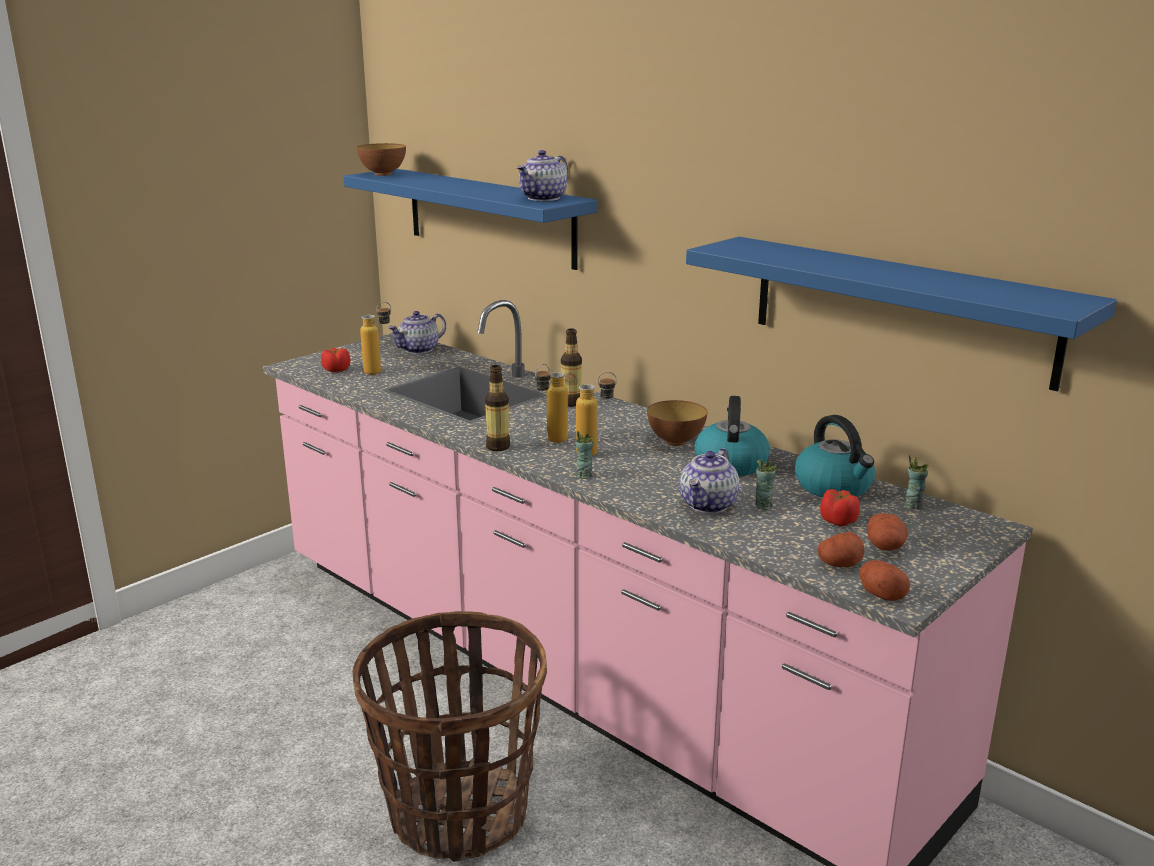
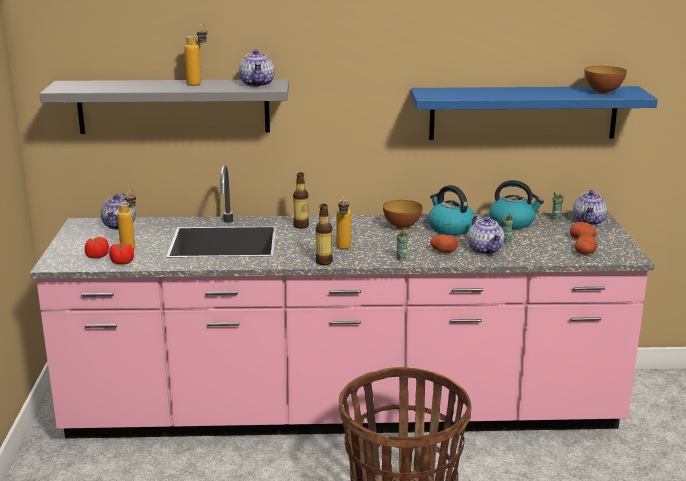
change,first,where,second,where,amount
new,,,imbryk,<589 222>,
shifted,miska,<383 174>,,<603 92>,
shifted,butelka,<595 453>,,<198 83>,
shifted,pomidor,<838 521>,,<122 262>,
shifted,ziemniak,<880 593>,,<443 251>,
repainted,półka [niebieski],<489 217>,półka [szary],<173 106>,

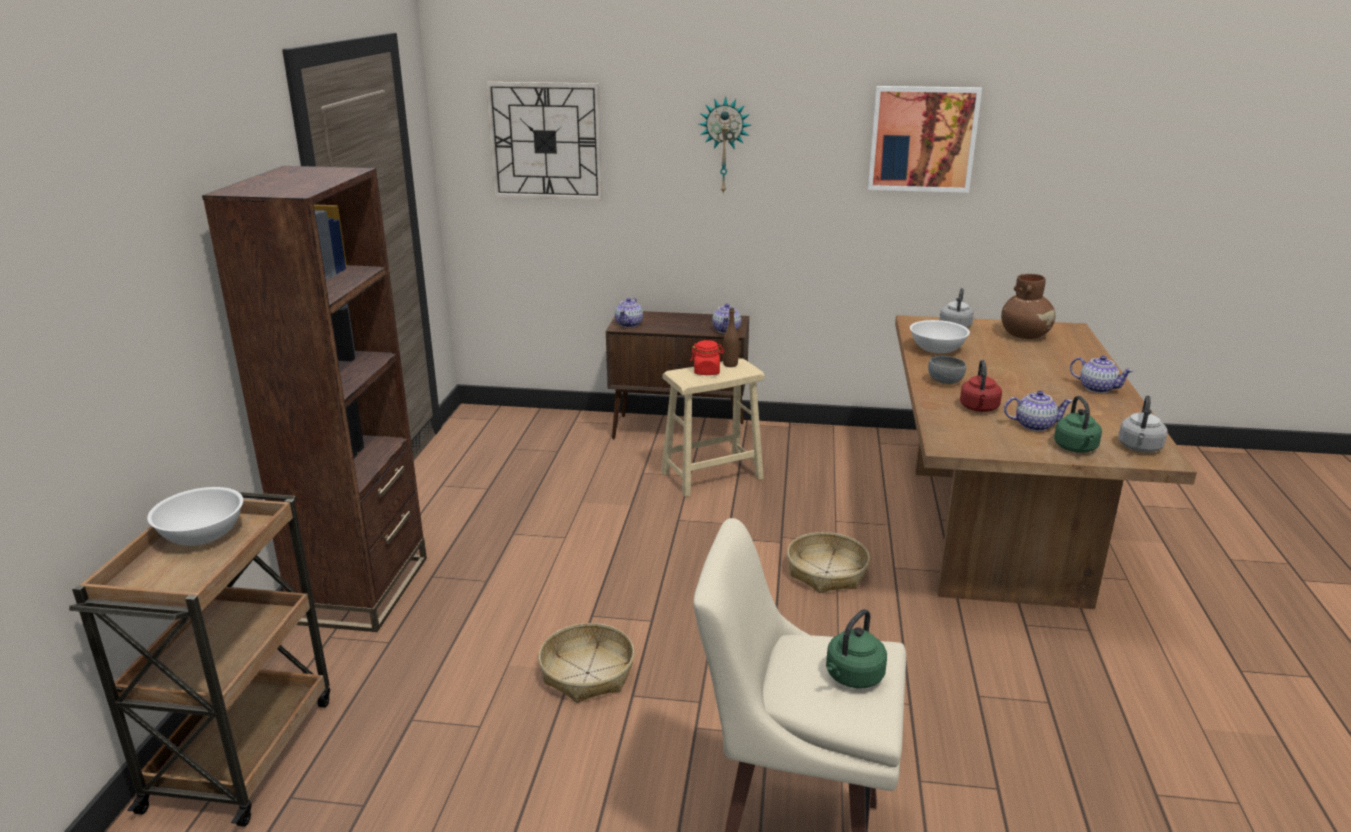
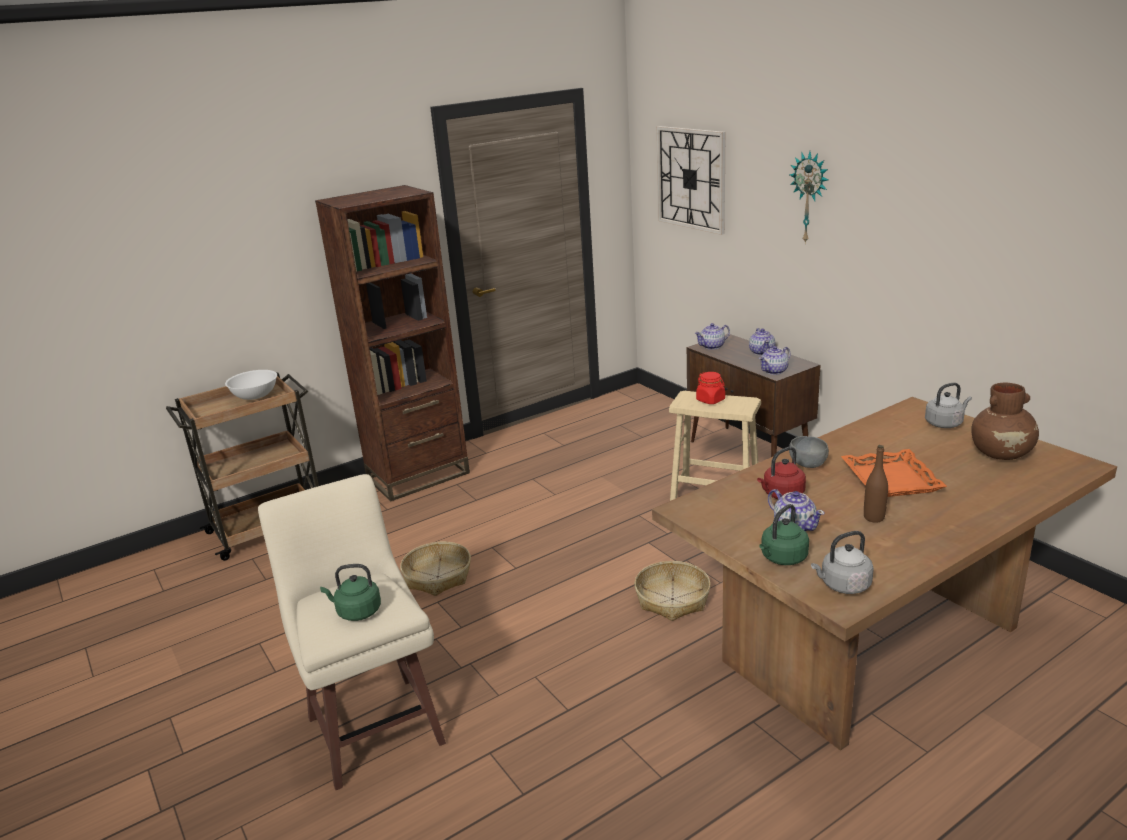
change,first,where,second,where,amount
gone,obraz,<922 139>,,,
gone,miska [biały],<937 349>,,,
new,,,taca [pomarańczowy],<890 480>,
shifted,butelka [brązowy],<730 364>,,<873 517>,
shifted,imbryk,<1097 388>,,<762 352>,

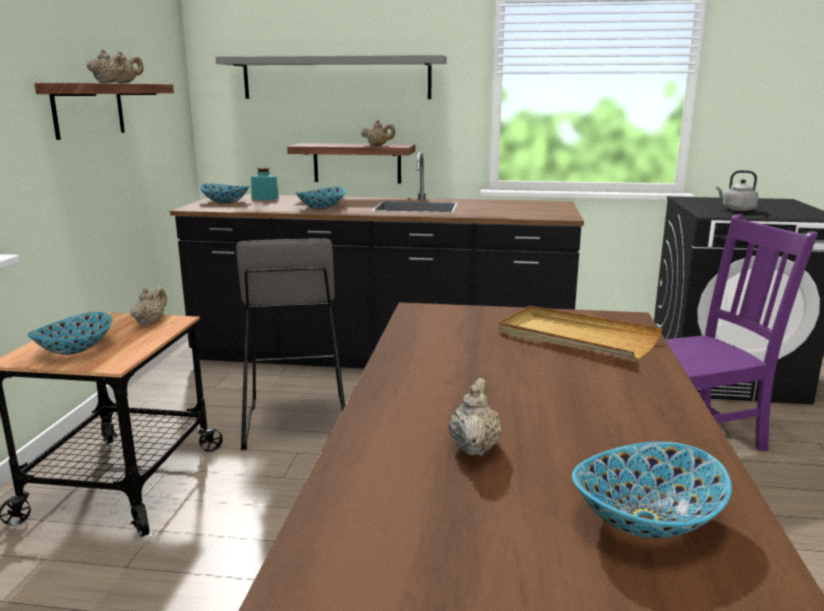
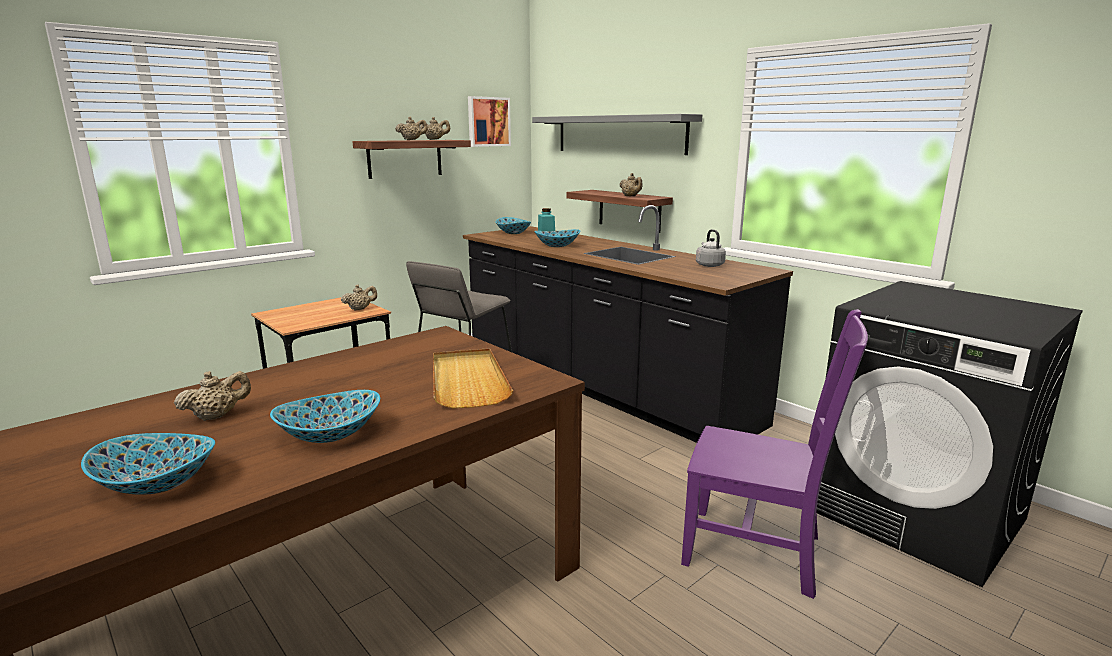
change,first,where,second,where,amount
new,,,obraz,<488 121>,
shifted,miska,<75 349>,,<331 435>,
shifted,czajnik [szary],<736 209>,,<709 265>,

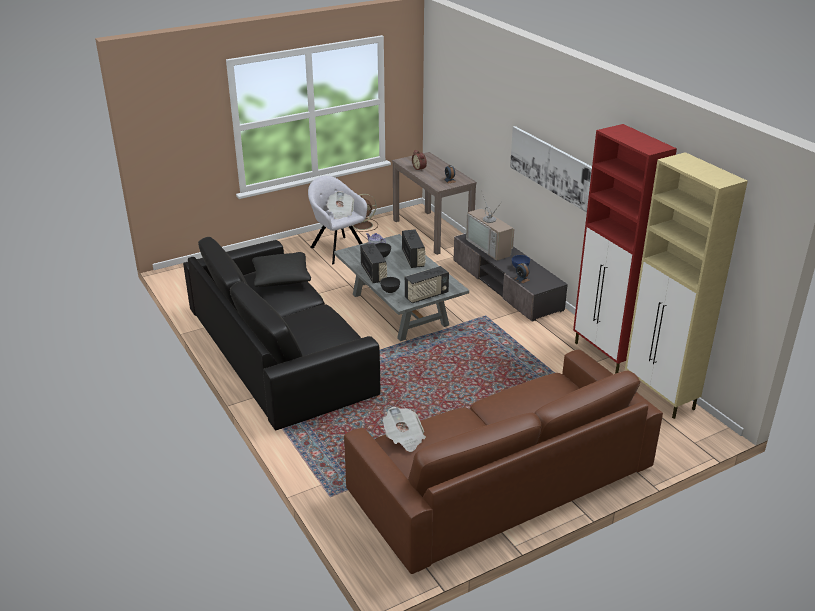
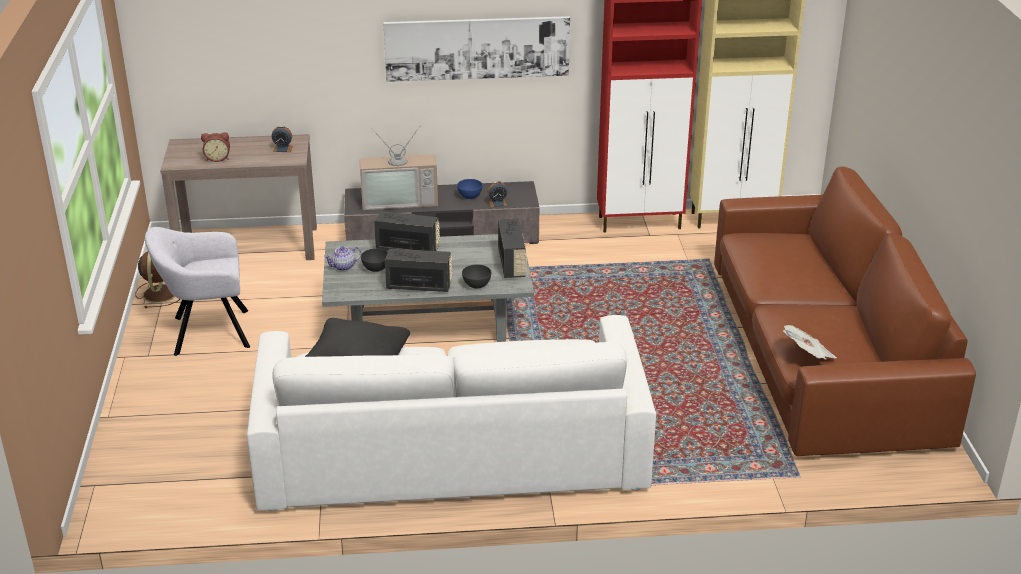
change,first,where,second,where,amount
gone,gazeta,<340 212>,,,
repainted,kanapa [czarny],<280 351>,kanapa [biały],<451 448>,

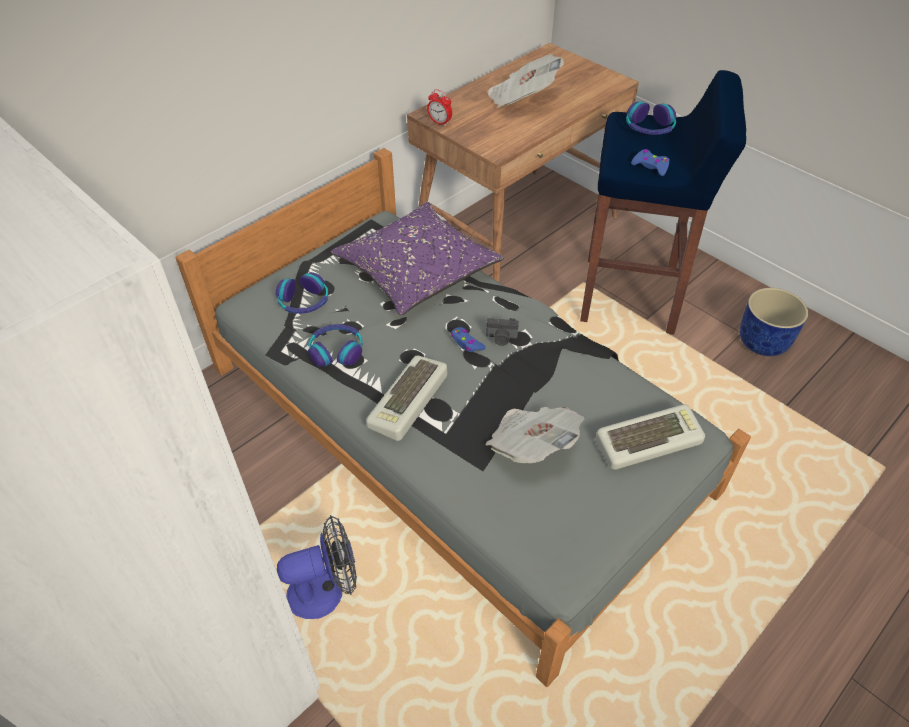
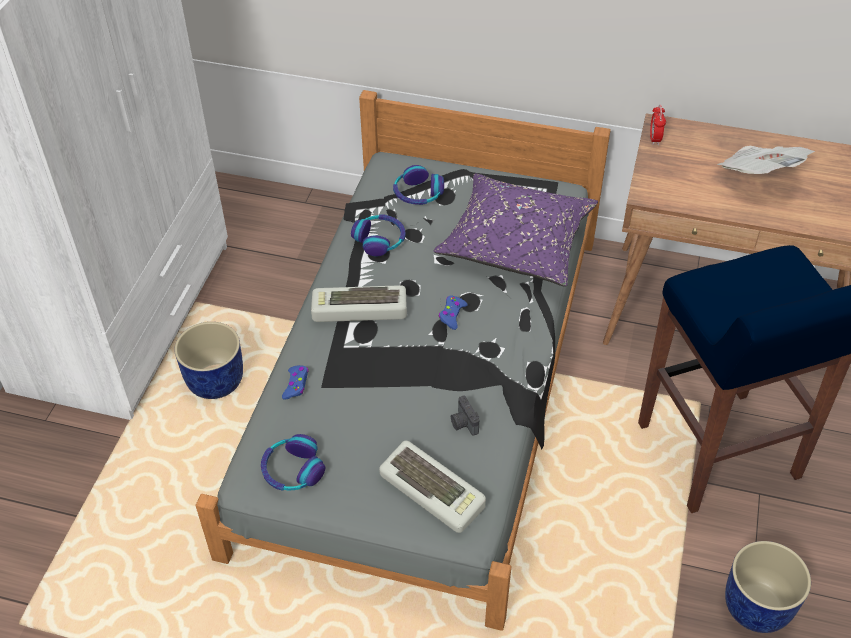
change,first,where,second,where,amount
gone,gazeta,<531 445>,,,
shifted,aparat fotograficzny,<501 338>,,<463 423>,
shifted,słuchawki,<649 128>,,<292 470>,
shifted,pad do gier [niebieski],<650 166>,,<296 385>,
swapped,wentylator,<326 590>,donica [niebieski],<215 380>,

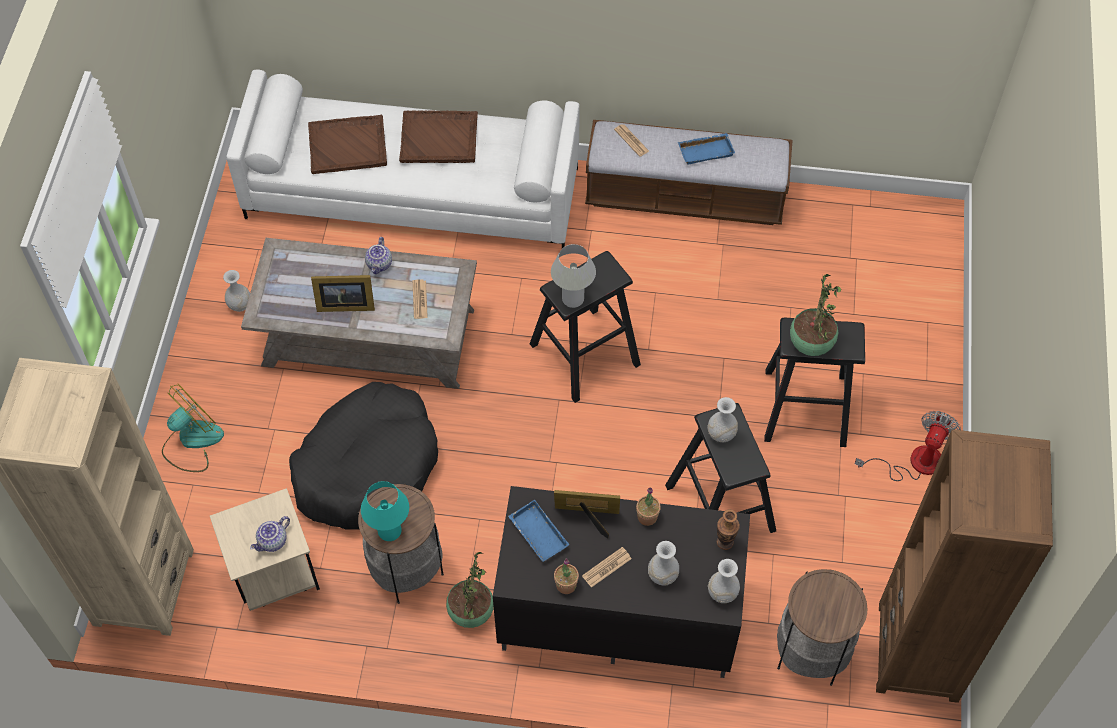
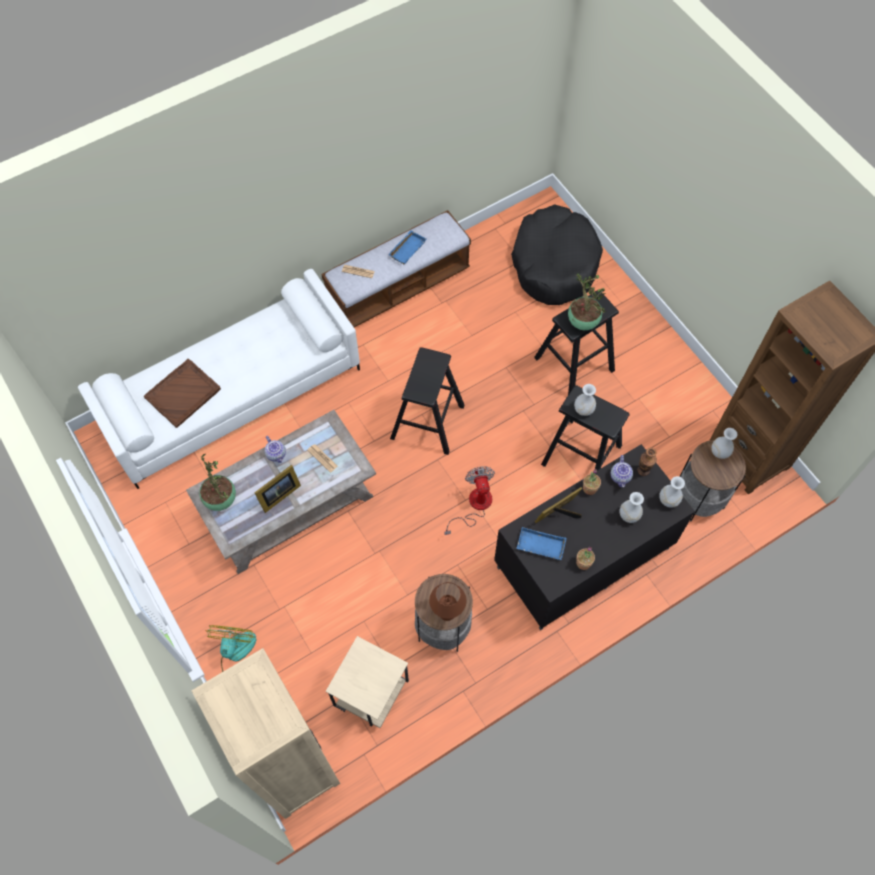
change,first,where,second,where,amount
gone,taca [brązowy],<439 138>,,,
gone,lampa stołowa [biały],<573 299>,,,
gone,gazeta,<606 567>,,,
shifted,wazon [biały],<240 304>,,<720 452>,
shifted,imbryk,<273 542>,,<621 477>,
shifted,legowisko [czarny],<367 466>,,<554 263>,
shifted,roślina doniczkowa,<471 611>,,<220 499>,
shifted,wentylator,<914 462>,,<474 506>,
repainted,lampa stołowa [turkusowy],<389 531>,lampa stołowa [brązowy],<447 612>,

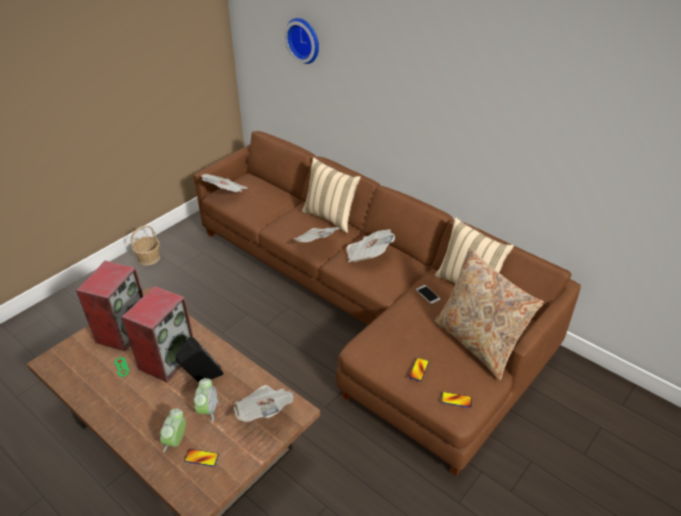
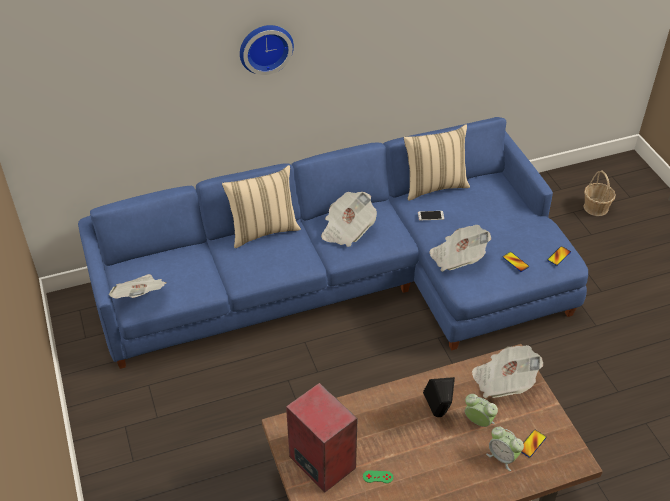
change,first,where,second,where,amount
gone,głośnik,<167 358>,,,
gone,poduszka [beżowy],<478 343>,,,
shifted,koszyk,<149 258>,,<596 207>,
shifted,zegar ścienny,<304 40>,,<265 47>,
shifted,gazeta,<316 243>,,<457 258>,
repainted,kanapa [brązowy],<370 306>,kanapa [niebieski],<351 280>,

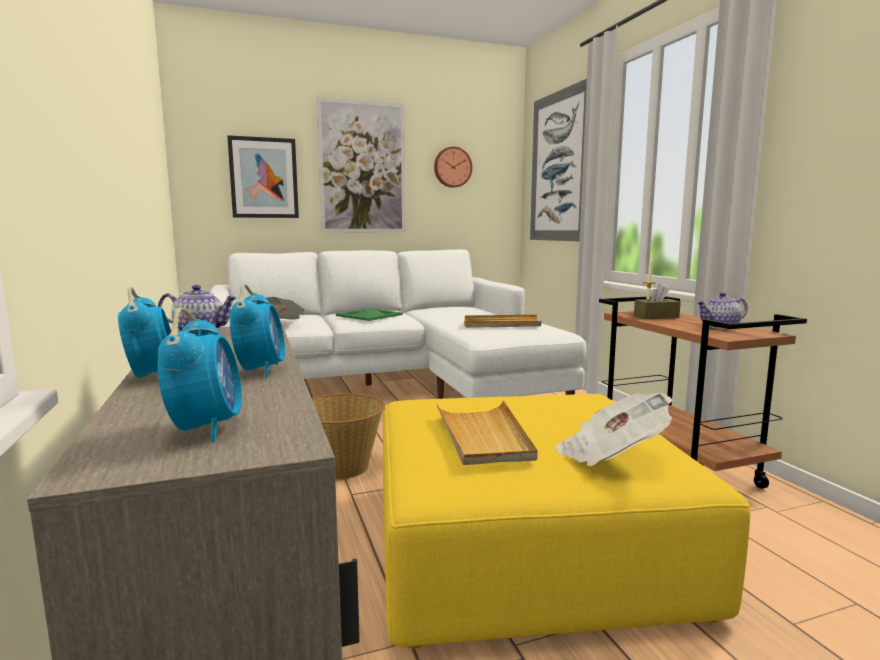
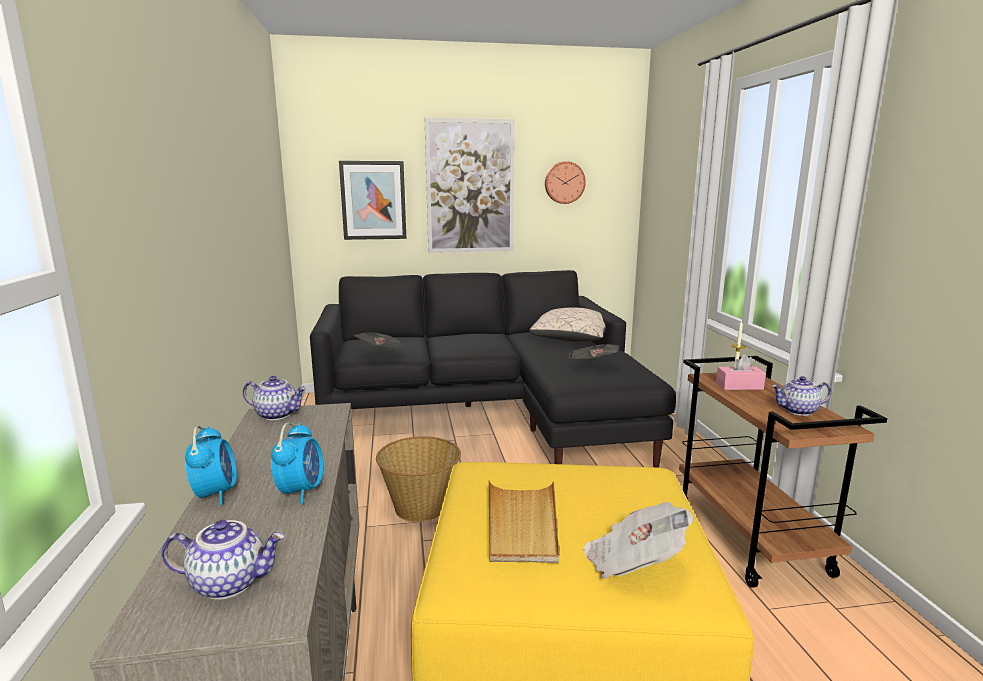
change,first,where,second,where,amount
gone,taca [zielony],<369 315>,,,
gone,obraz,<559 167>,,,
new,,,poduszka [beżowy],<574 339>,
swapped,budzik,<207 428>,imbryk,<230 582>,
swapped,taca [beżowy],<501 324>,gazeta,<592 366>,
repainted,kanapa [biały],<394 390>,kanapa [czarny],<491 414>,
repainted,pudełko chusteczek [brązowy],<656 317>,pudełko chusteczek [różowy],<739 386>,

